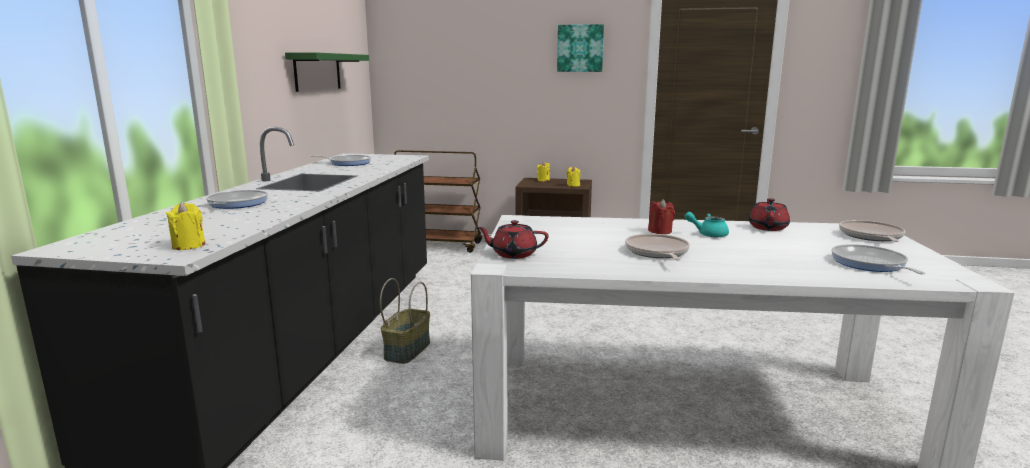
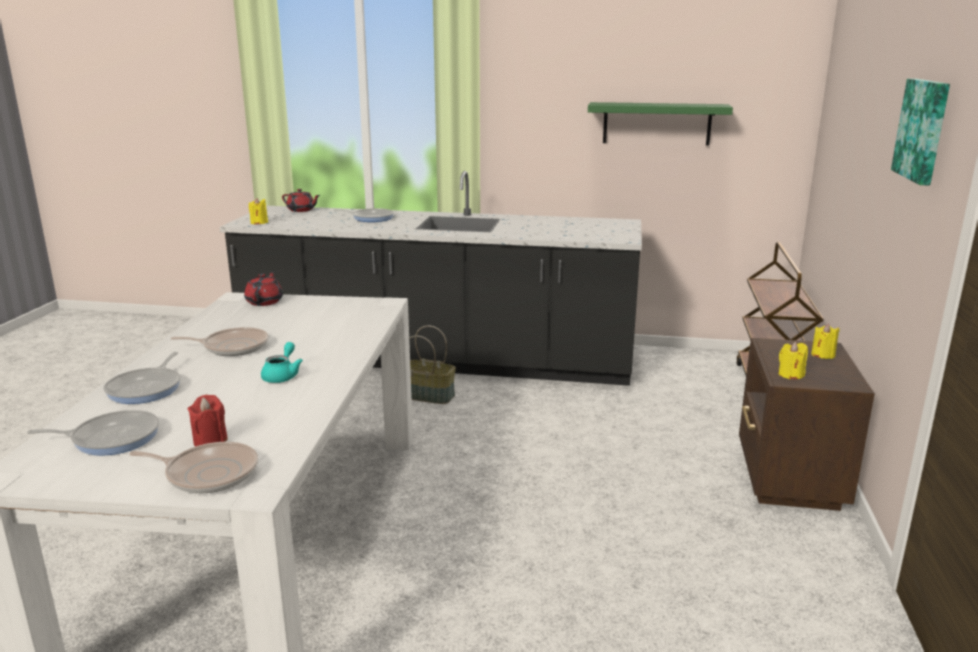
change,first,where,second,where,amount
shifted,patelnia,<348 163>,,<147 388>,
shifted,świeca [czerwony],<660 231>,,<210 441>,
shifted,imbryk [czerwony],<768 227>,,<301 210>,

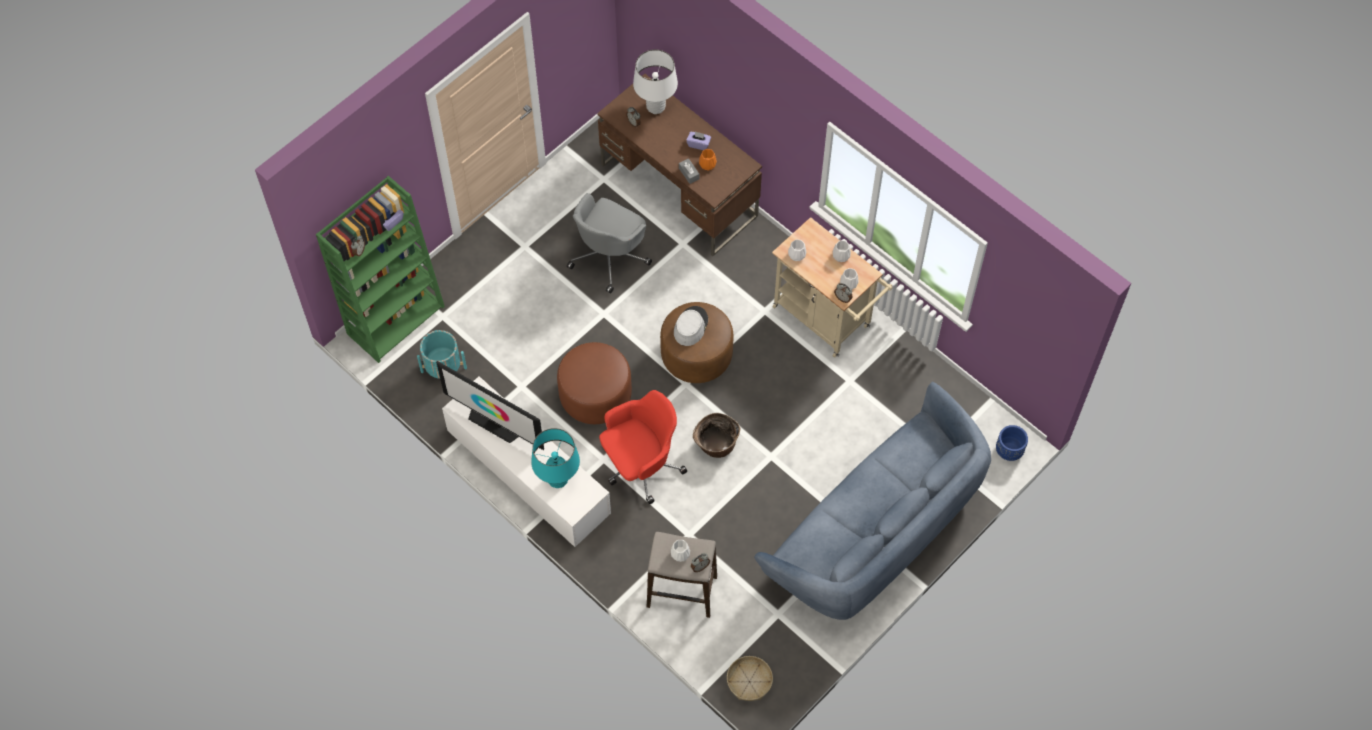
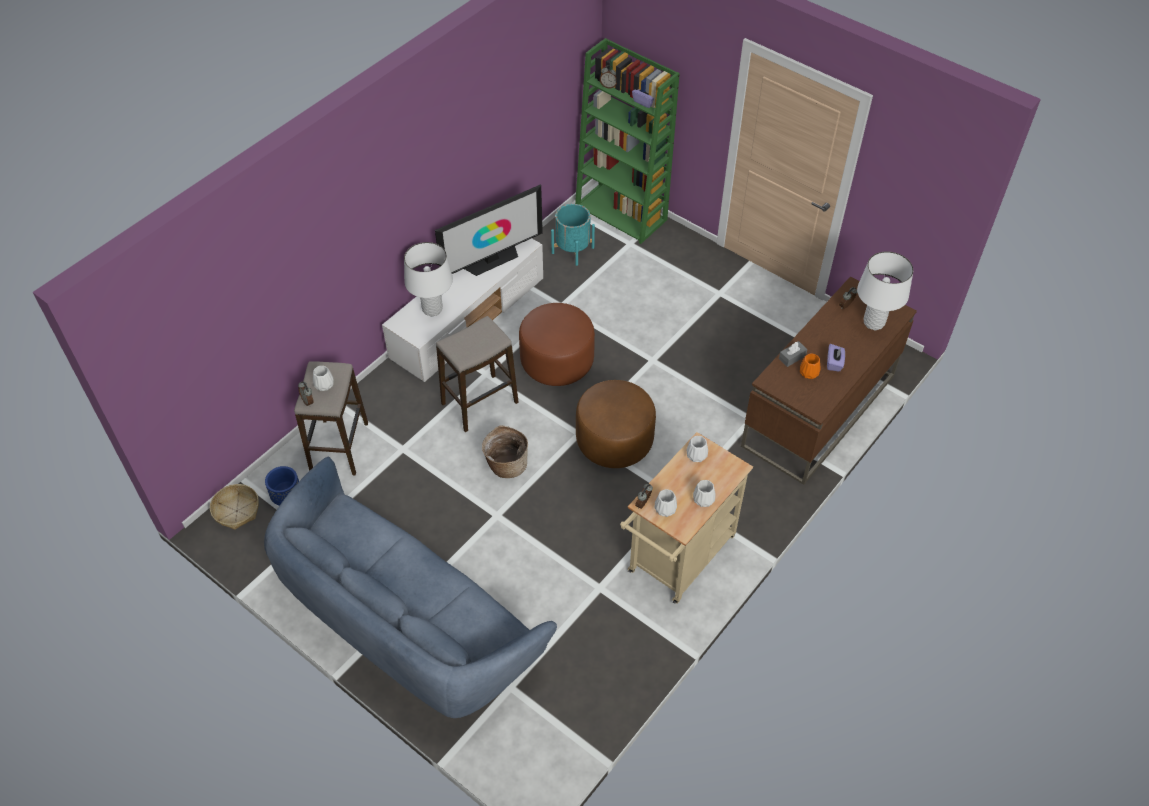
change,first,where,second,where,amount
gone,krzesło biurowe [szary],<609 256>,,,
gone,kapelusz [szary],<690 326>,,,
shifted,donica [niebieski],<1009 451>,,<287 497>,
swapped,krzesło biurowe [czerwony],<640 465>,stołek,<480 403>,
repainted,lampa stołowa [turkusowy],<557 479>,lampa stołowa [biały],<432 309>,
rotated,telewizor,<495 423>,,<492 260>,150 degrees counterclockwise

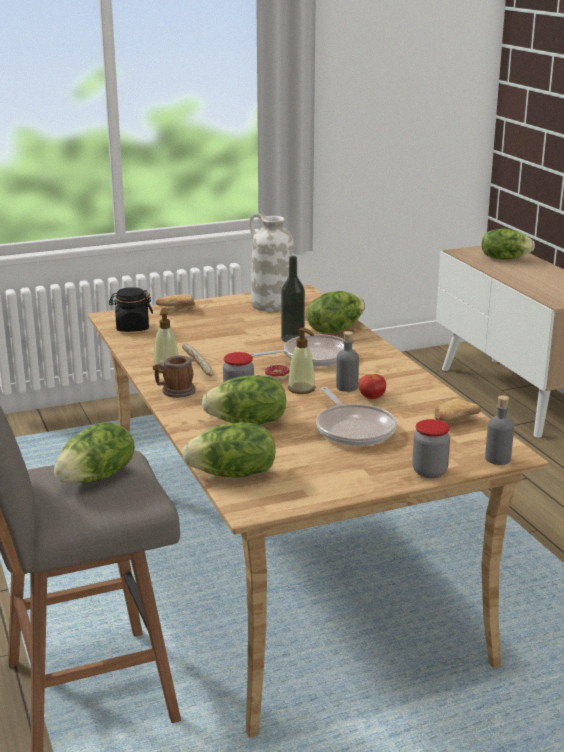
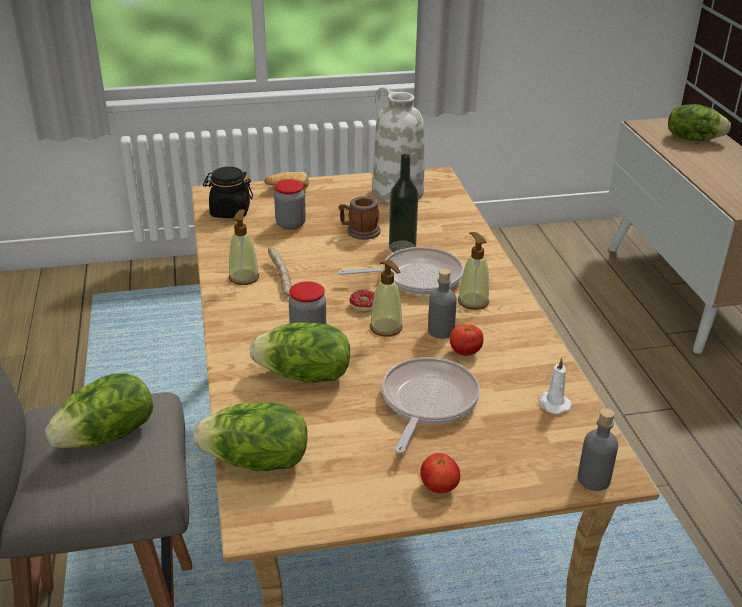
change,first,where,second,where,amount
gone,sałata,<334 329>,,,
new,,,pomidor,<439 487>,
new,,,dozownik mydła,<473 301>,
shifted,kubek,<174 391>,,<359 232>,
shifted,słoik,<429 471>,,<290 224>,
swapped,chleb,<452 421>,świeca [biały],<553 403>,
rotated,patelnia,<353 429>,,<427 402>,150 degrees counterclockwise

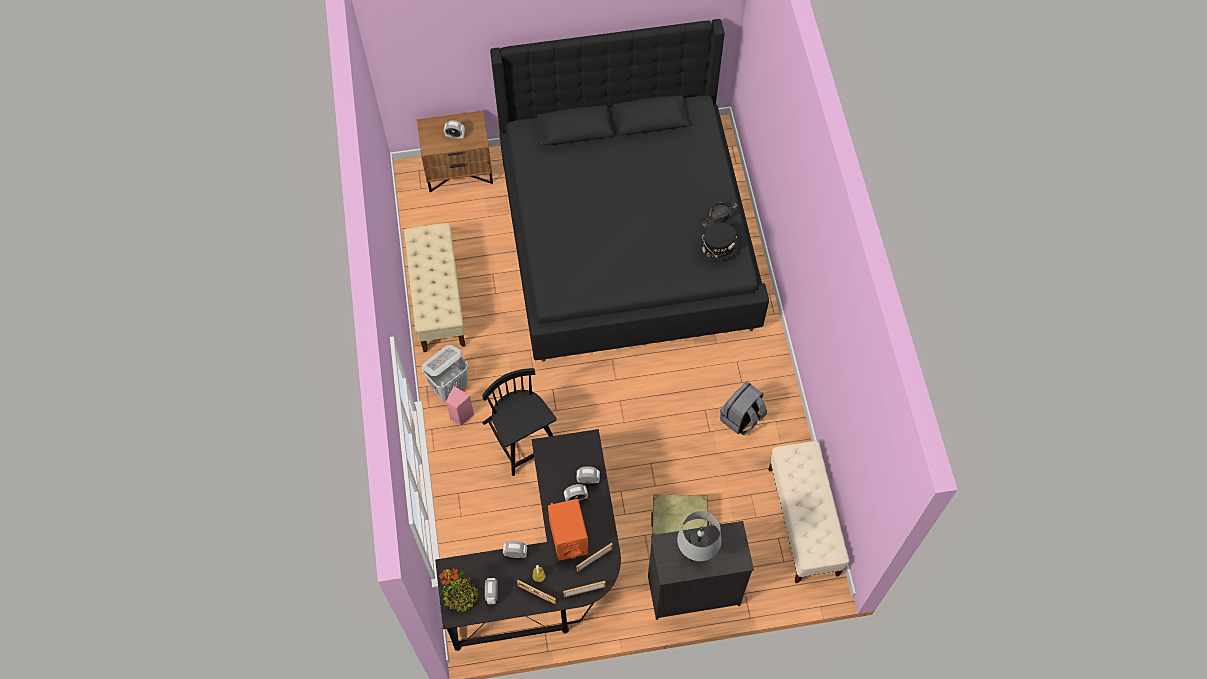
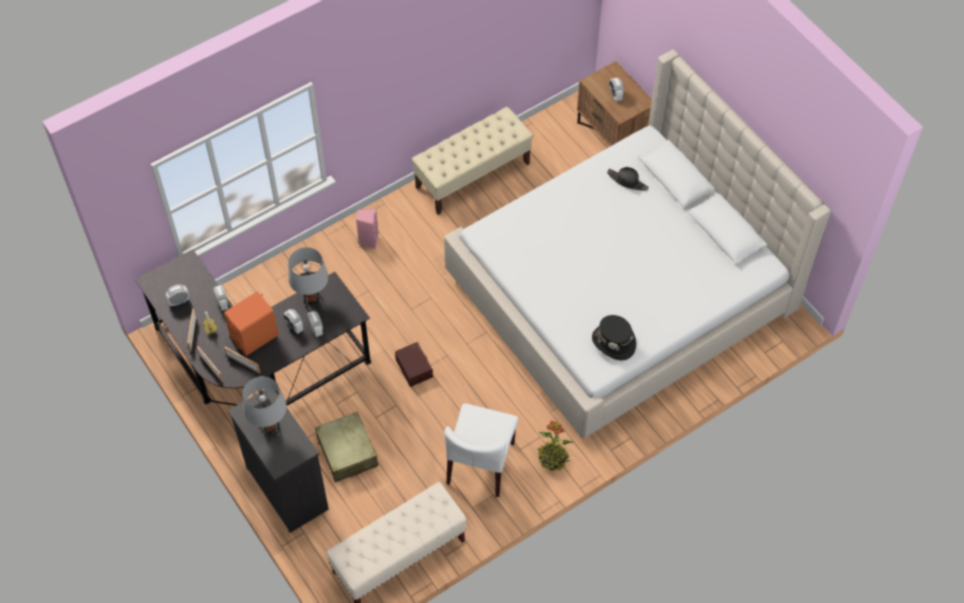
change,first,where,second,where,amount
gone,kosz na pranie [biały],<450 387>,,,
gone,krzesło [czarny],<521 438>,,,
new,,,lampa stołowa [szary],<312 299>,
new,,,pojemnik do przechowywania [brązowy],<415 367>,
shifted,roślina doniczkowa,<461 596>,,<553 458>,
shifted,kapelusz [czarny],<720 216>,,<627 181>,
swapped,plecak [szary],<741 418>,krzesło [biały],<481 464>,
repainted,łóżko [czarny],<627 237>,łóżko [beżowy],<622 293>,

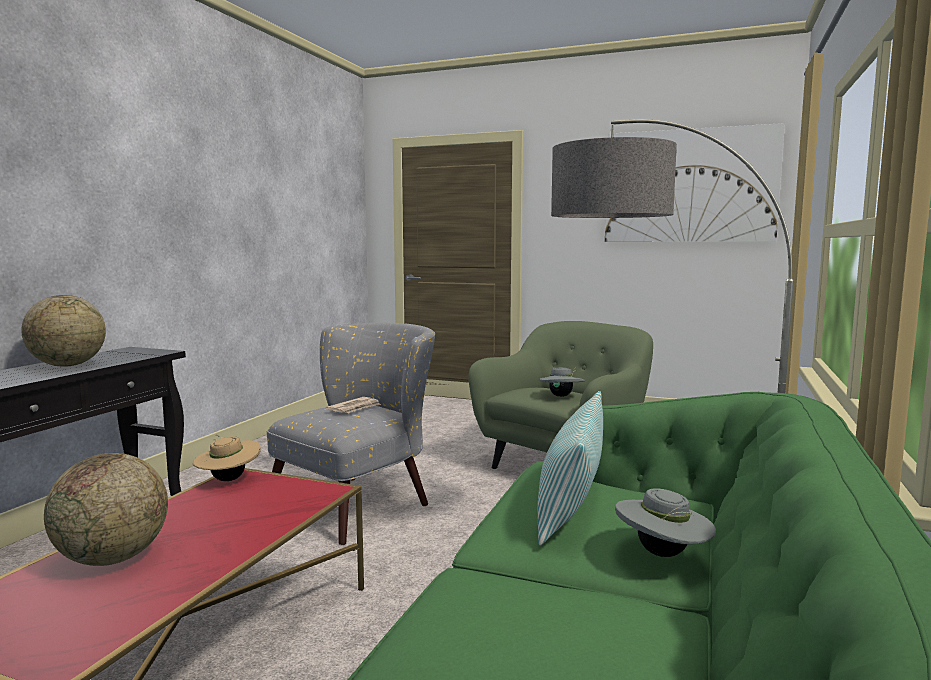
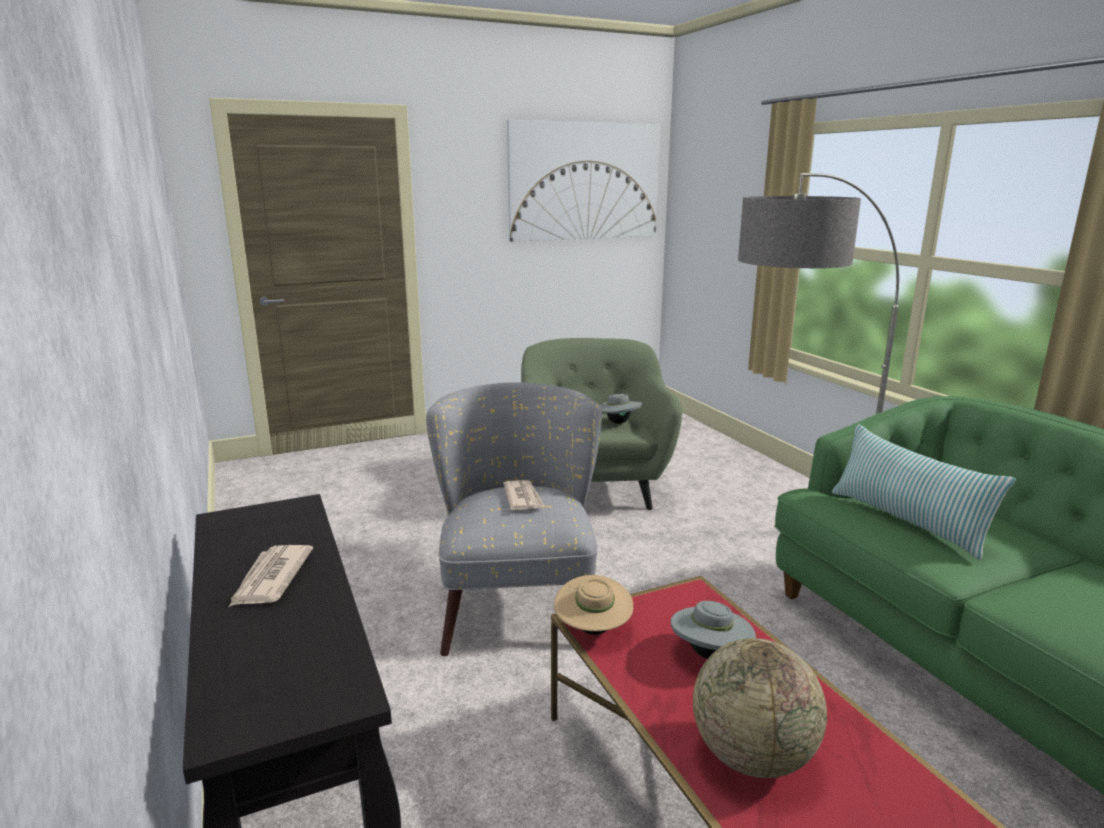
change,first,where,second,where,amount
shifted,kapelusz [szary],<663 554>,,<710 654>,
swapped,globus,<68 365>,gazeta,<270 579>,

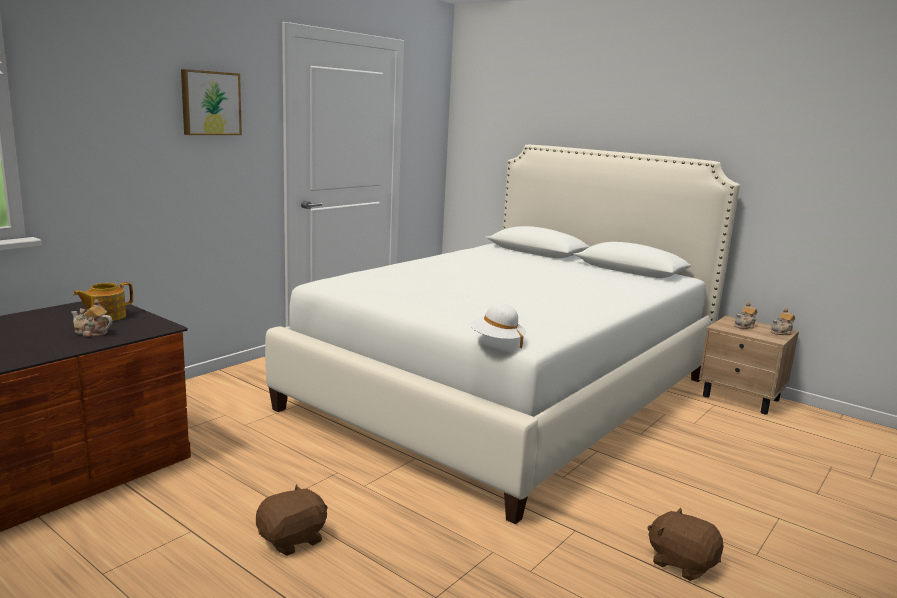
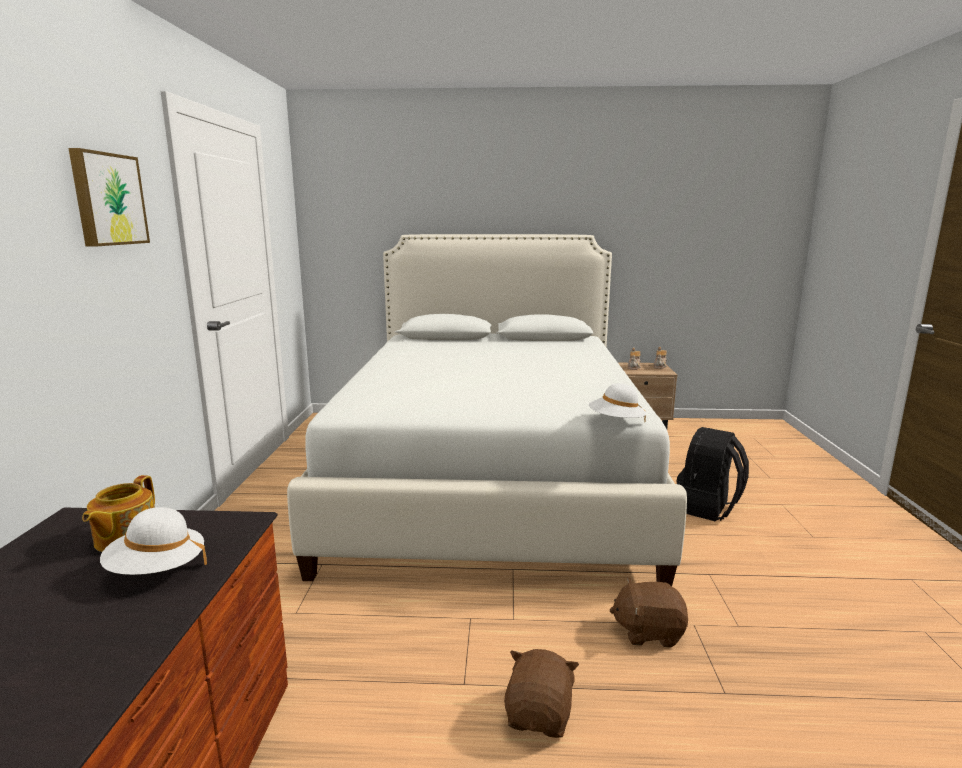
change,first,where,second,where,amount
new,,,plecak [czarny],<708 508>,
shifted,pluszak [brązowy],<682 563>,,<648 631>,
swapped,imbryk,<91 333>,kapelusz [biały],<157 570>,

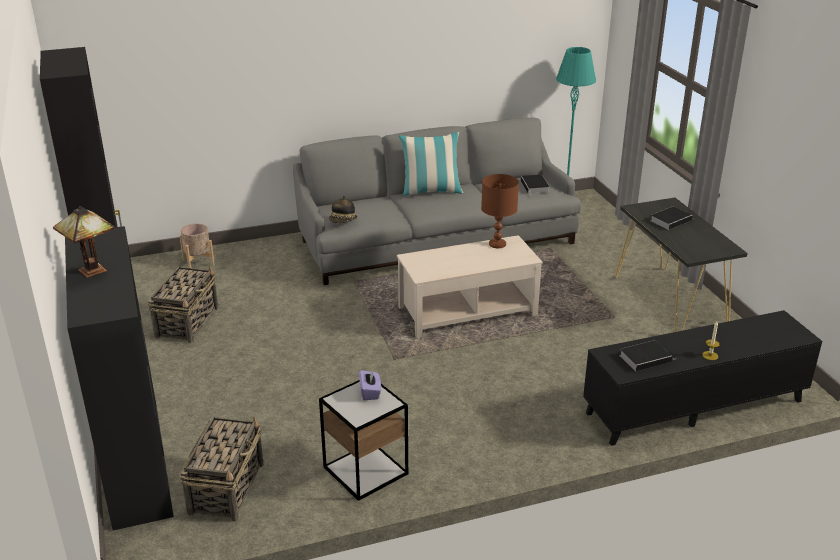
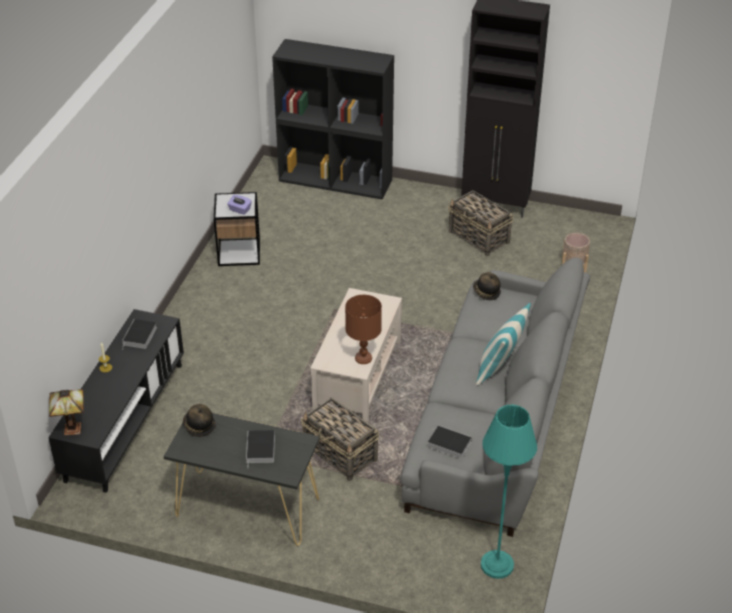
change,first,where,second,where,amount
new,,,kapelusz,<198 426>,
shifted,lampa stołowa,<94 271>,,<71 430>,
shifted,koszyk,<227 487>,,<341 454>,

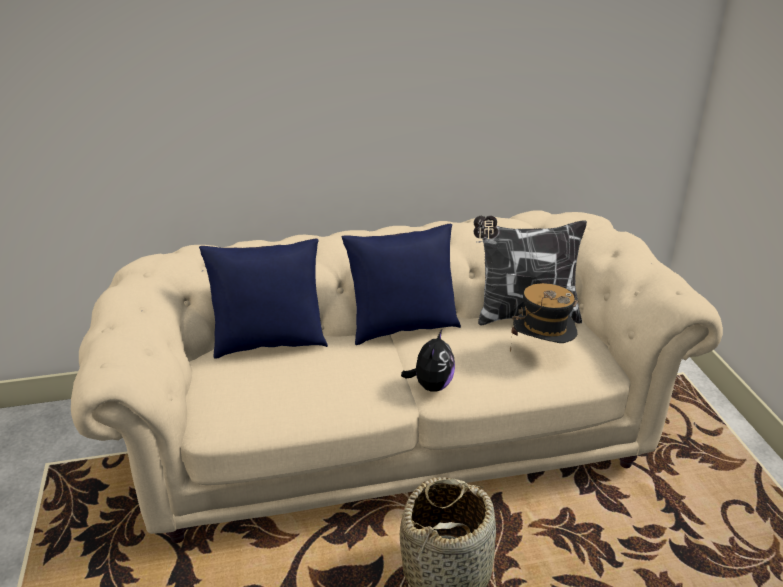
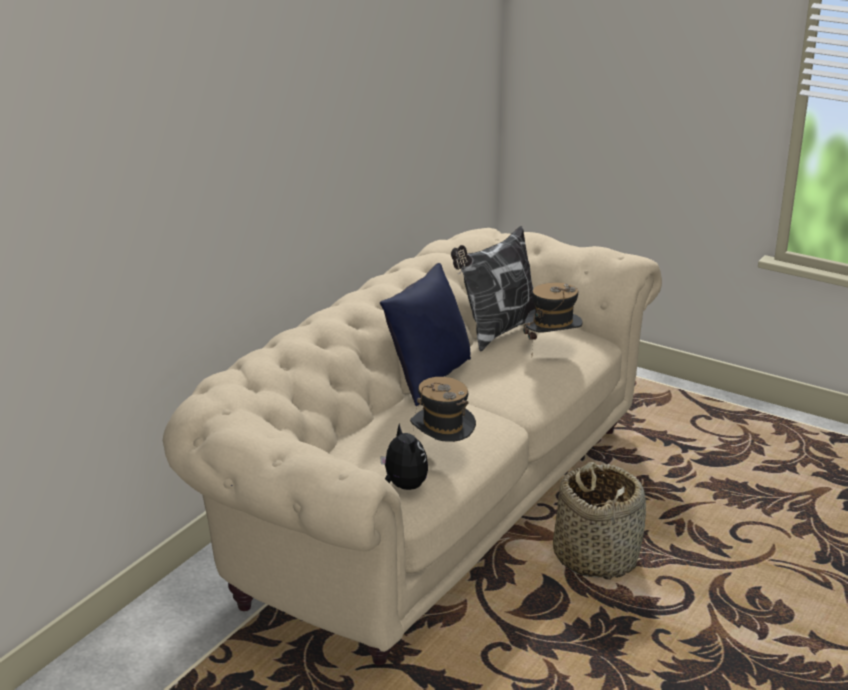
change,first,where,second,where,amount
gone,poduszka [niebieski],<269 342>,,,
new,,,kapelusz,<442 453>,
shifted,pluszak,<431 385>,,<403 487>,

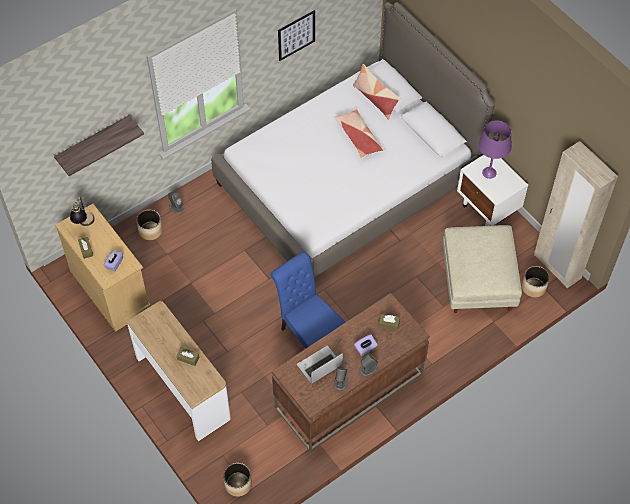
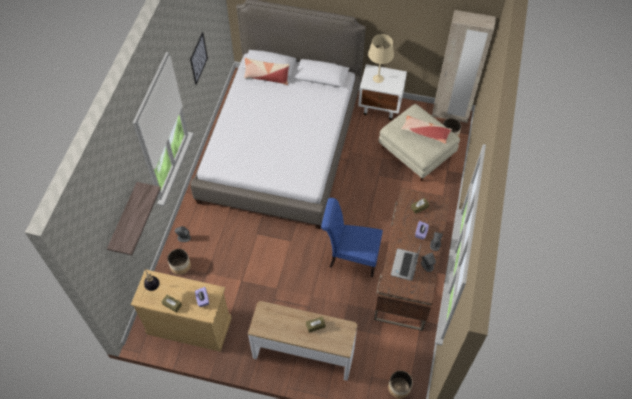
change,first,where,second,where,amount
shifted,poduszka,<358 137>,,<425 132>,
repainted,lampa stołowa [fioletowy],<489 173>,lampa stołowa [beżowy],<378 79>,

